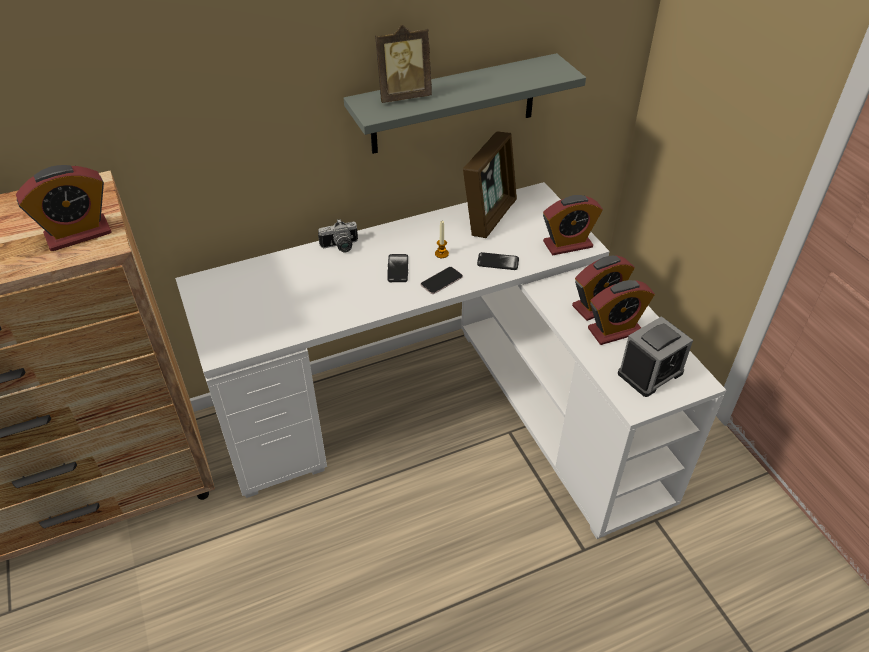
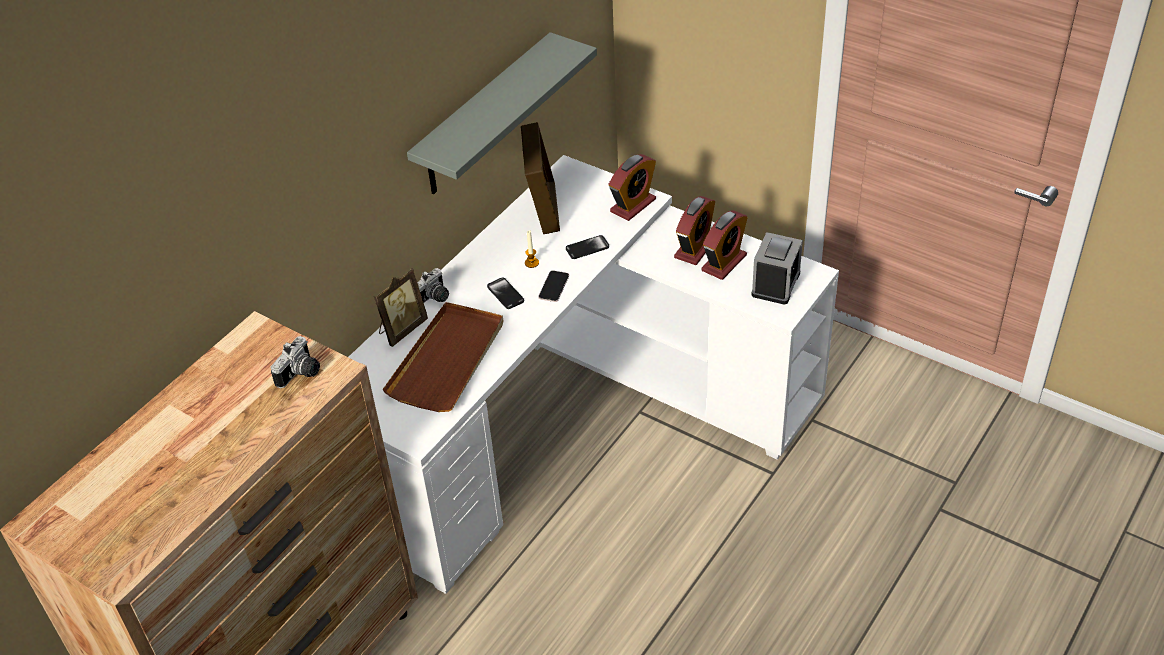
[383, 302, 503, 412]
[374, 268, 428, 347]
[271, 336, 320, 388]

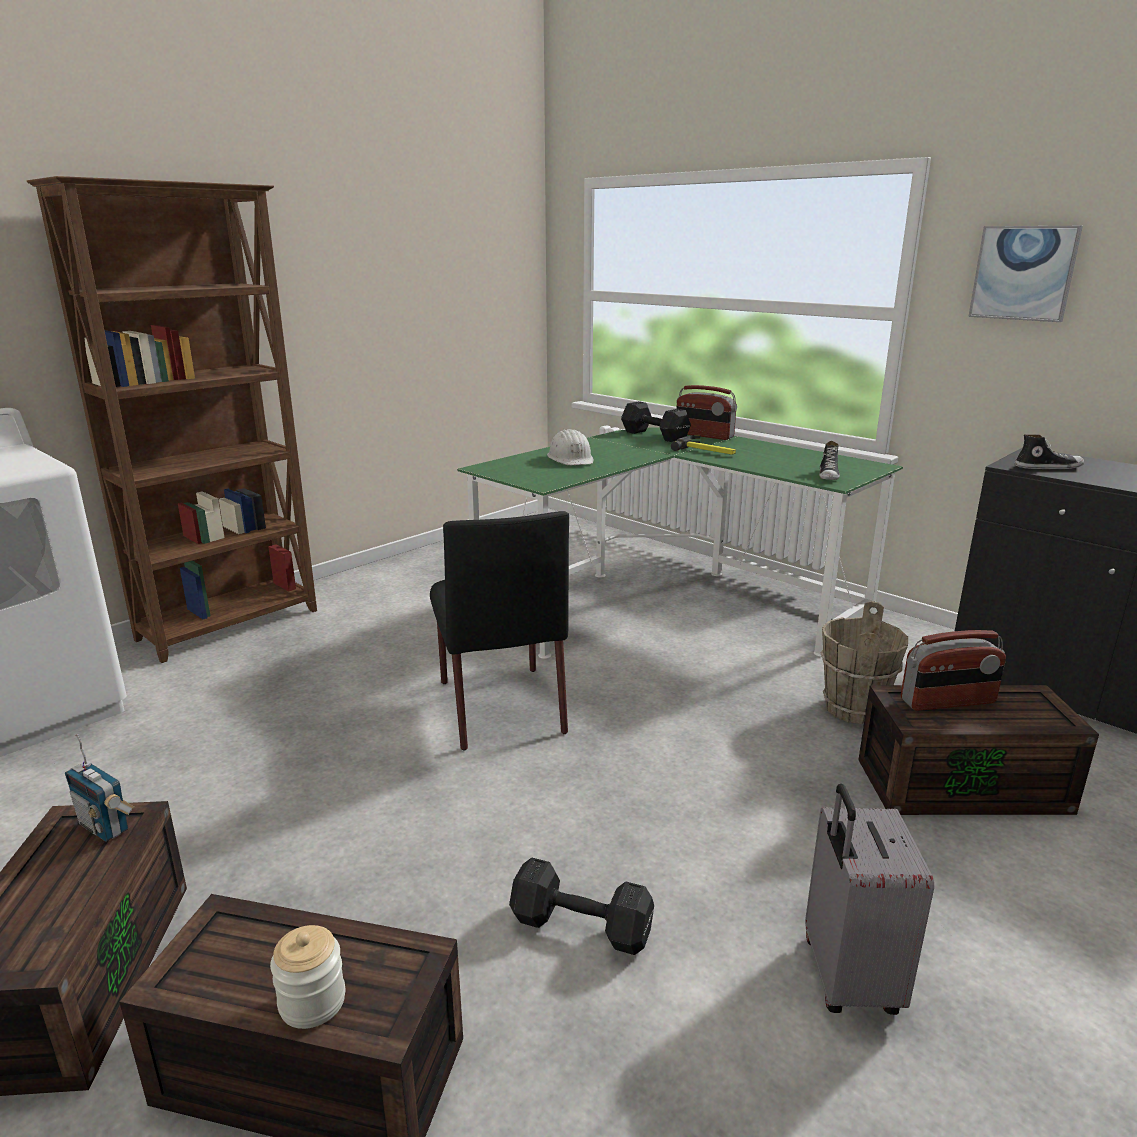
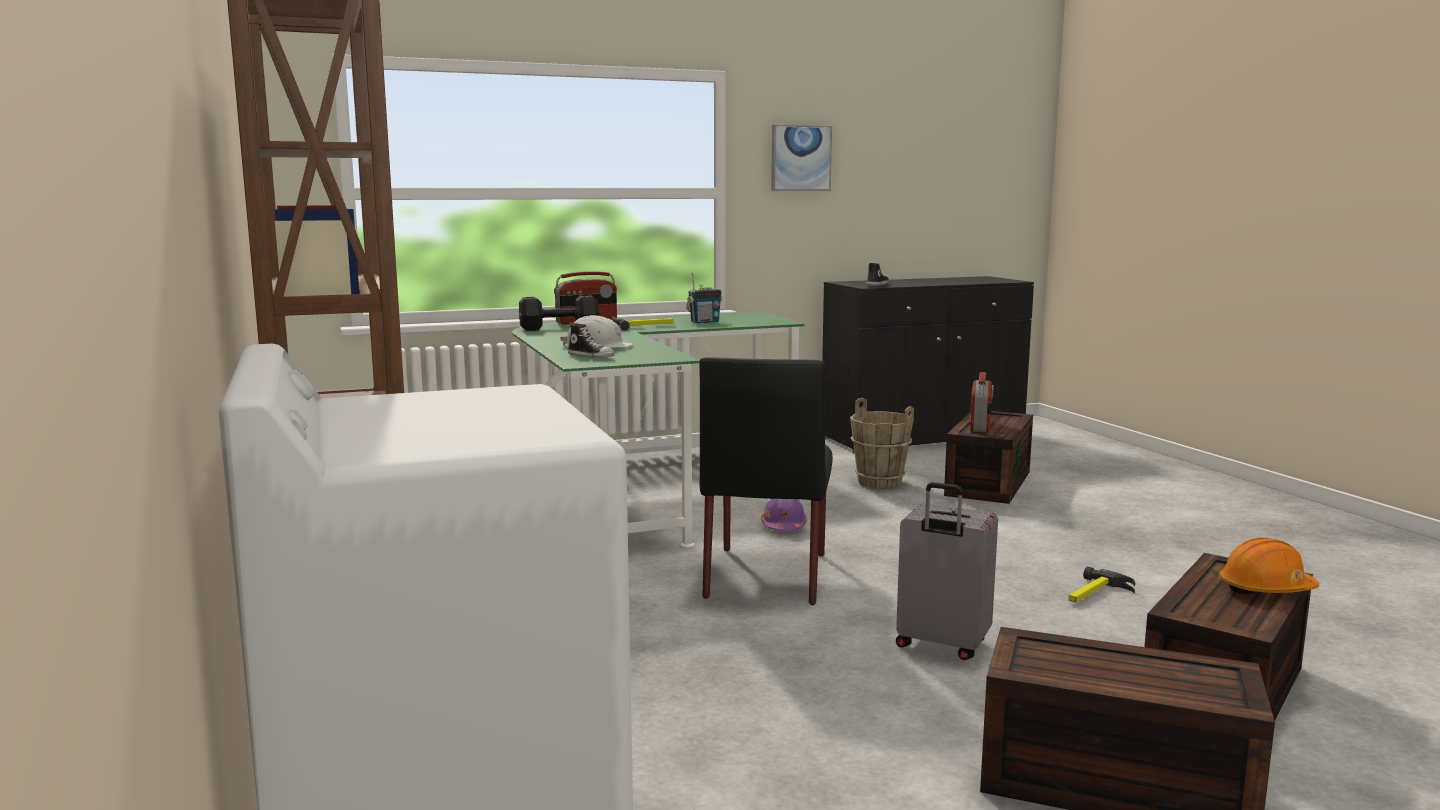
[761, 499, 807, 531]
[686, 272, 722, 323]
[896, 482, 998, 660]
[568, 323, 615, 358]
[1219, 538, 1319, 595]
[1068, 566, 1135, 603]
[699, 357, 833, 605]

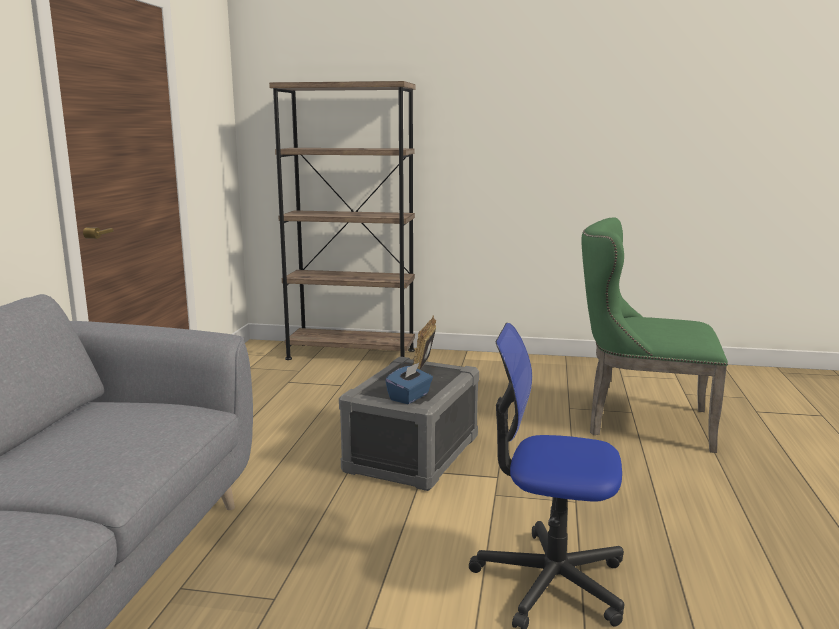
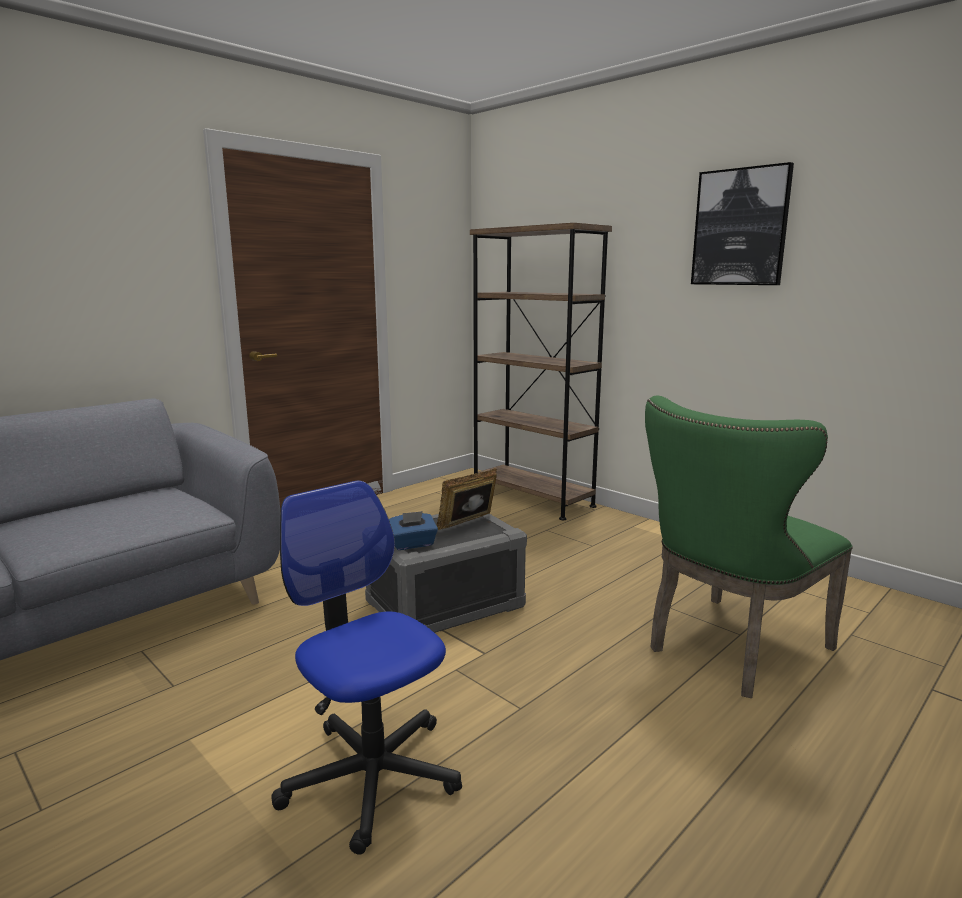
[691, 162, 794, 285]
[645, 396, 853, 698]

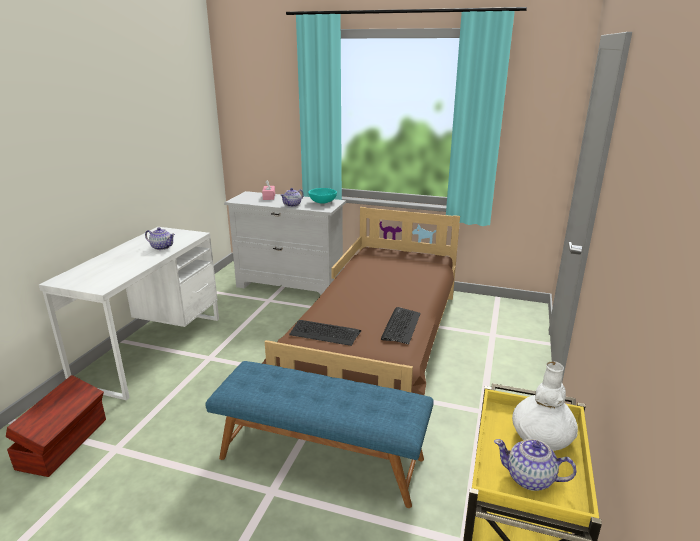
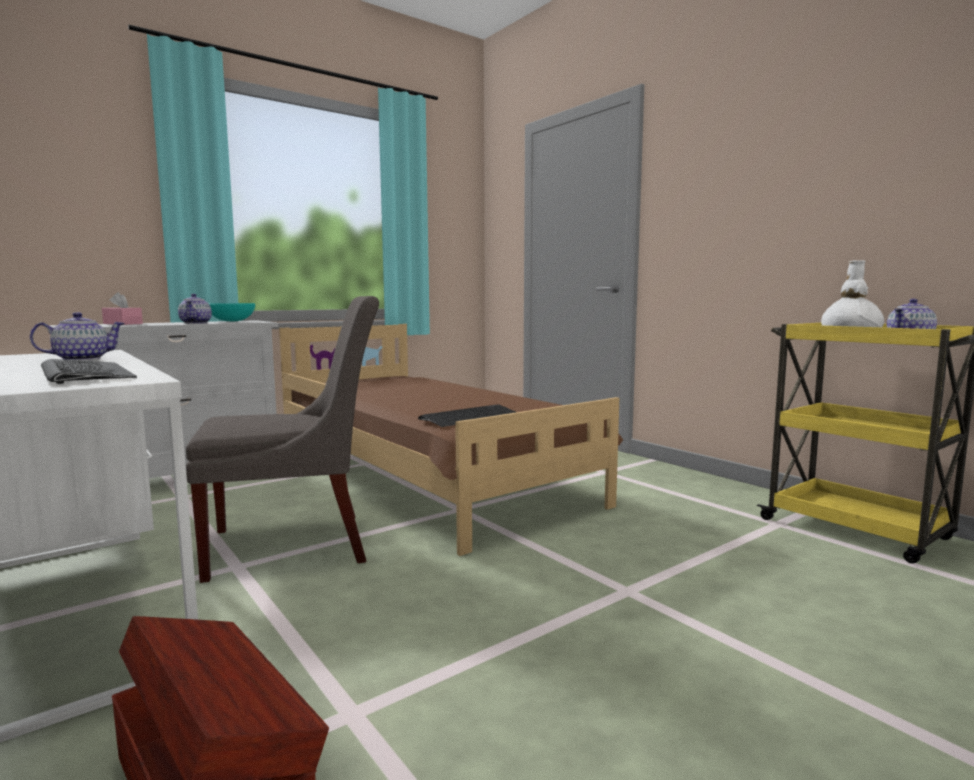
[206, 361, 434, 508] (first image)
[186, 296, 379, 583]
[41, 359, 137, 384]

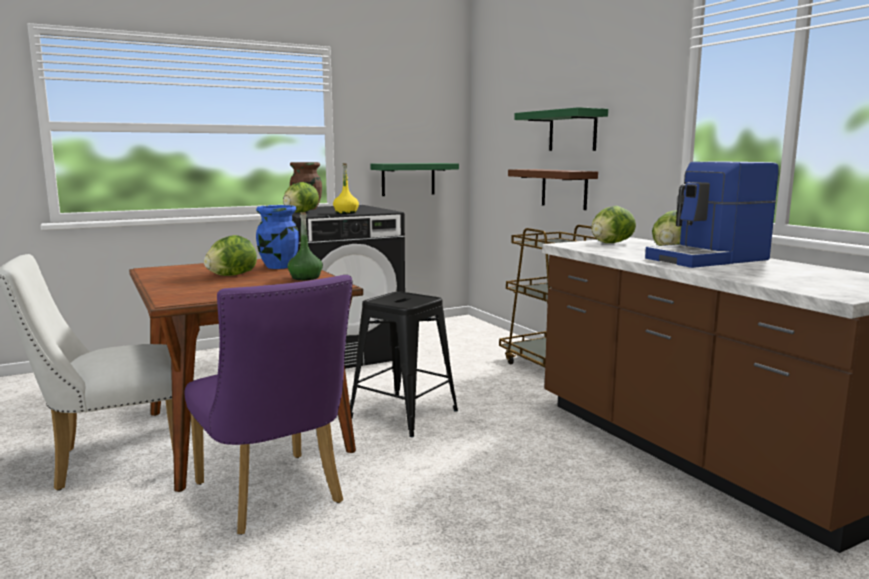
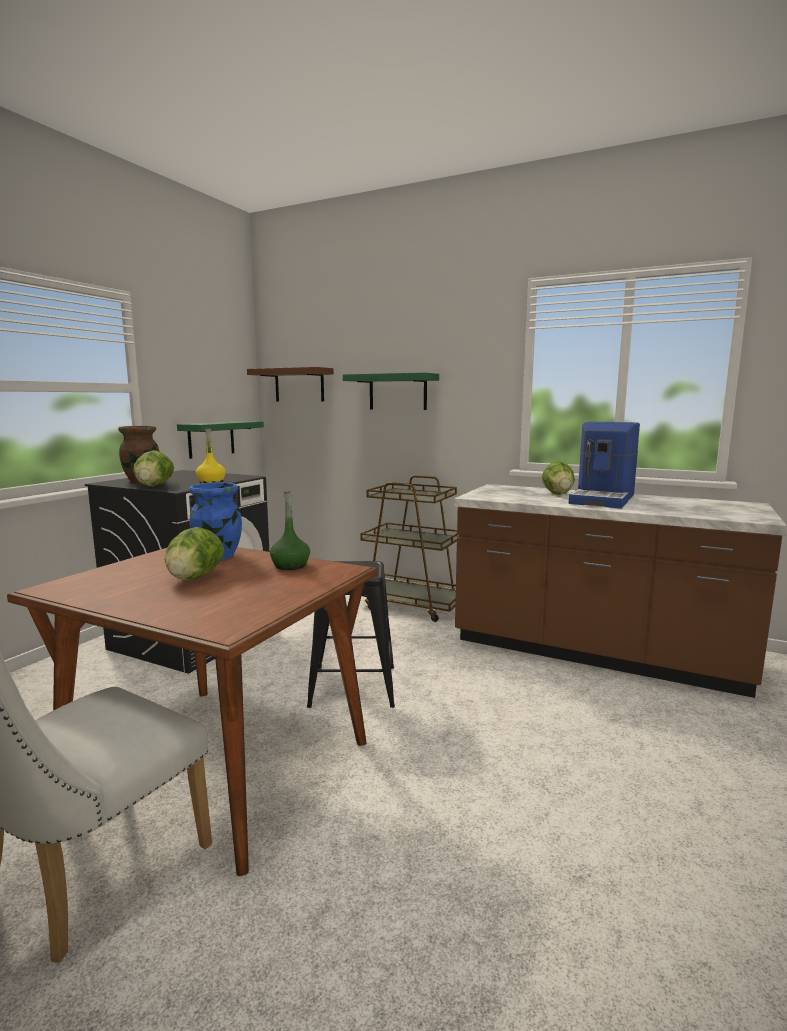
[184, 275, 352, 535] (first image)
[591, 206, 636, 243] (first image)
[247, 367, 334, 402]

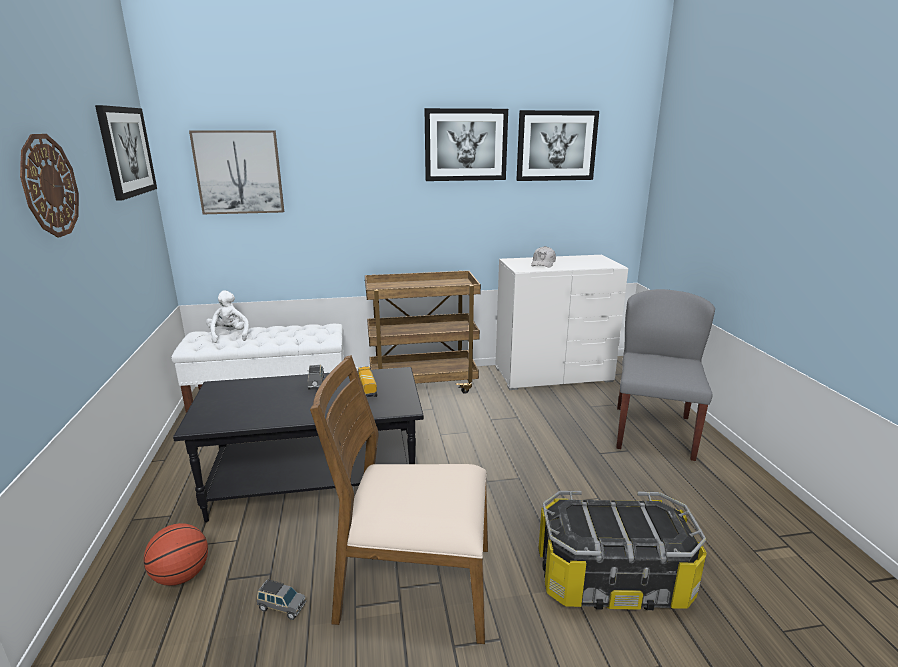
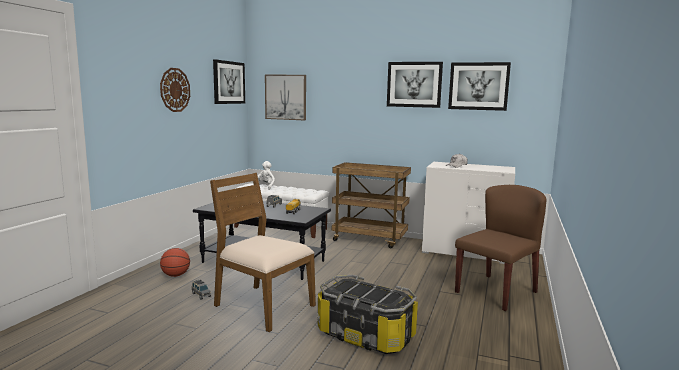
[455, 185, 547, 311]

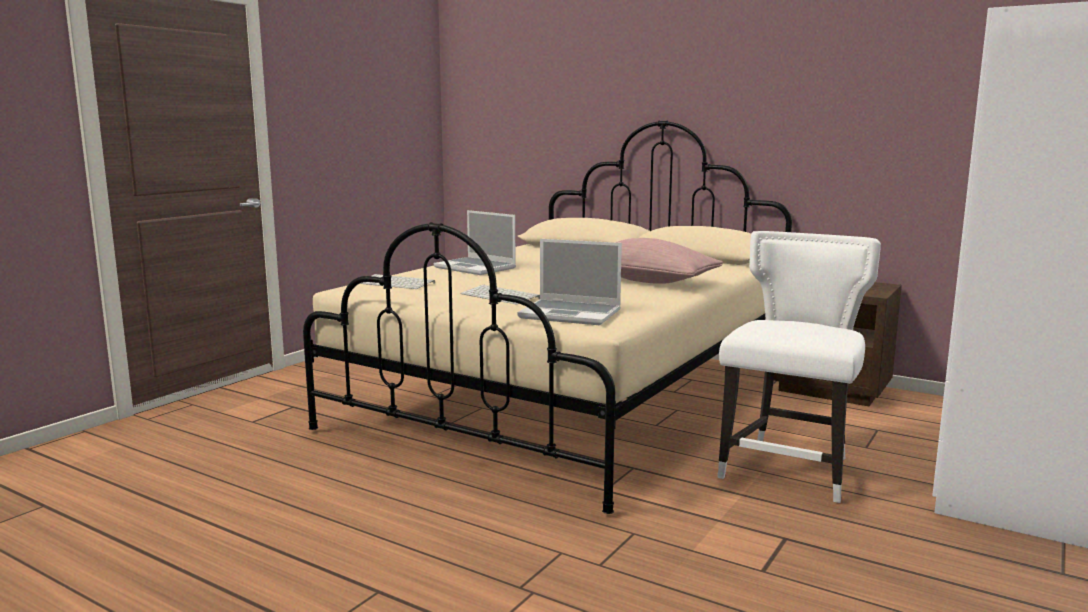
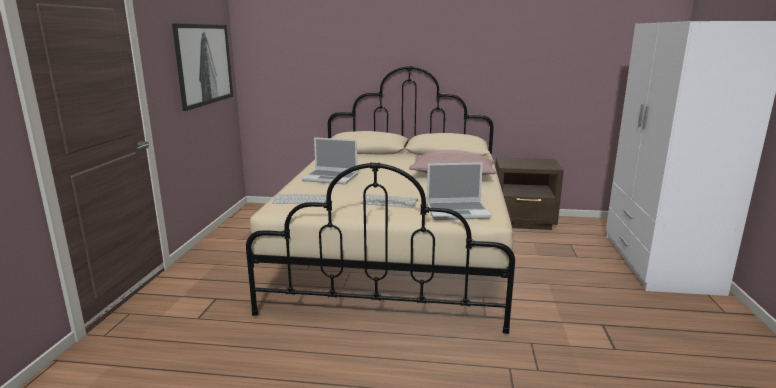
[717, 231, 881, 503] (first image)
[172, 23, 233, 111]

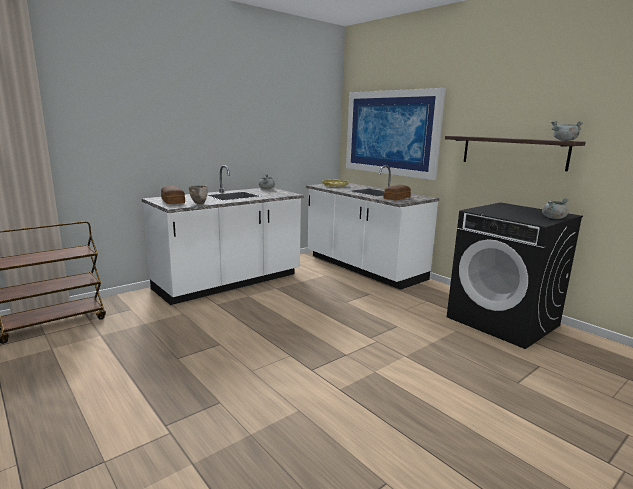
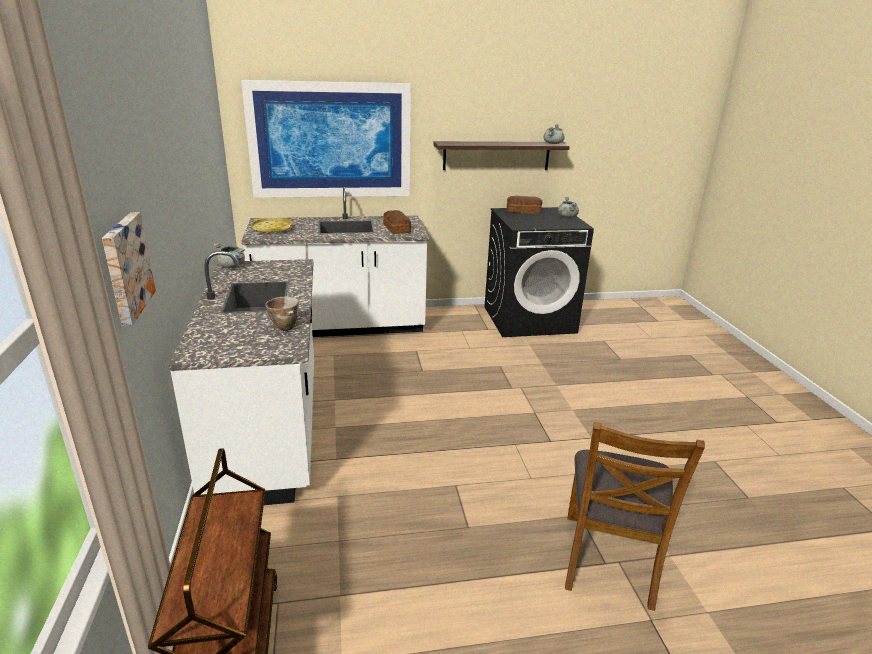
[102, 212, 156, 326]
[565, 422, 705, 611]
[507, 196, 542, 214]

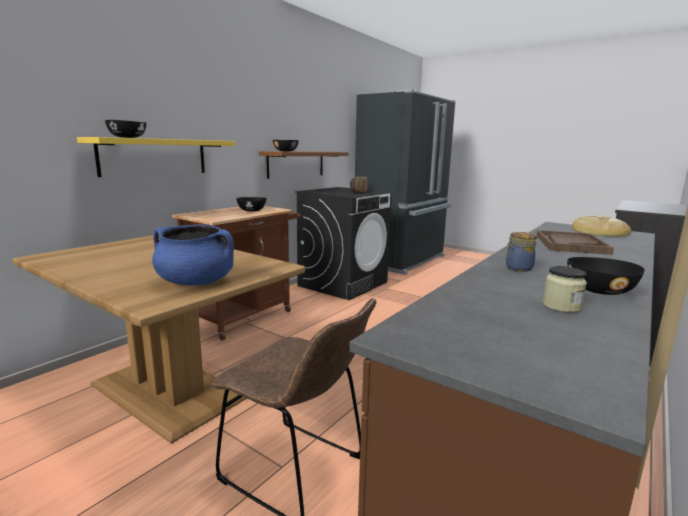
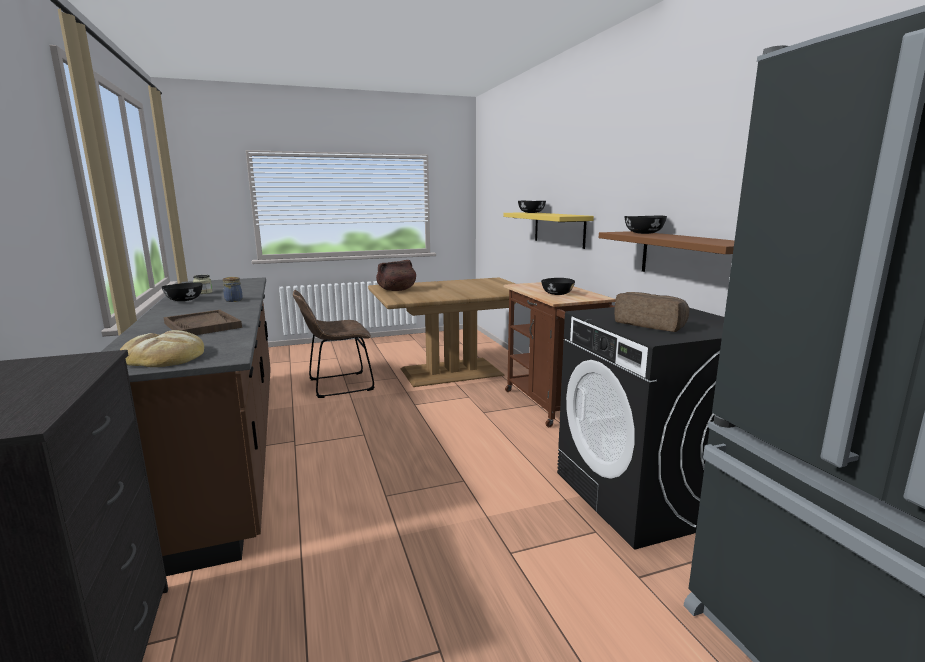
[376, 260, 416, 291]

